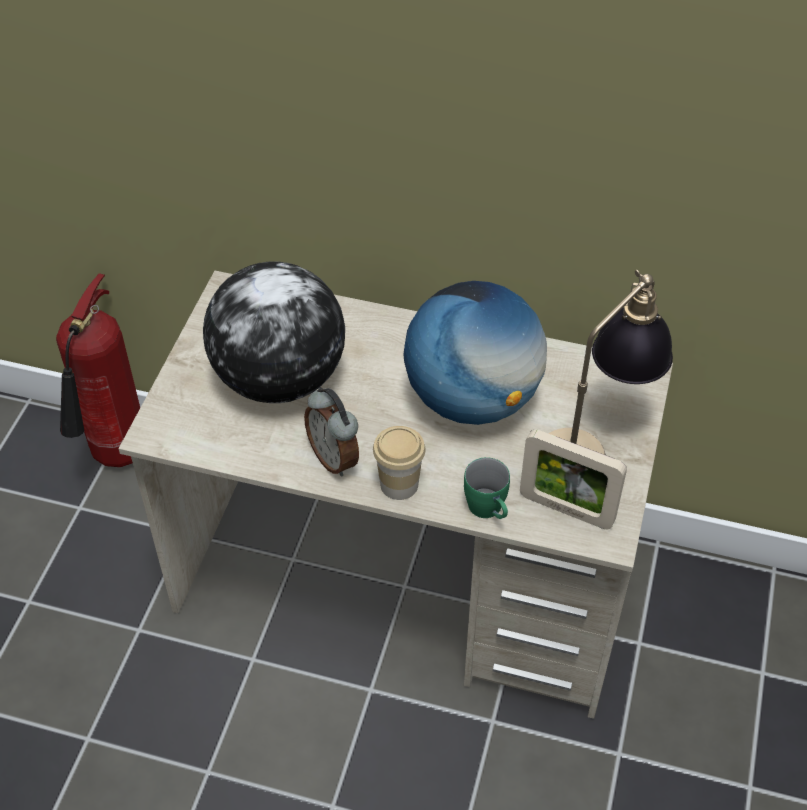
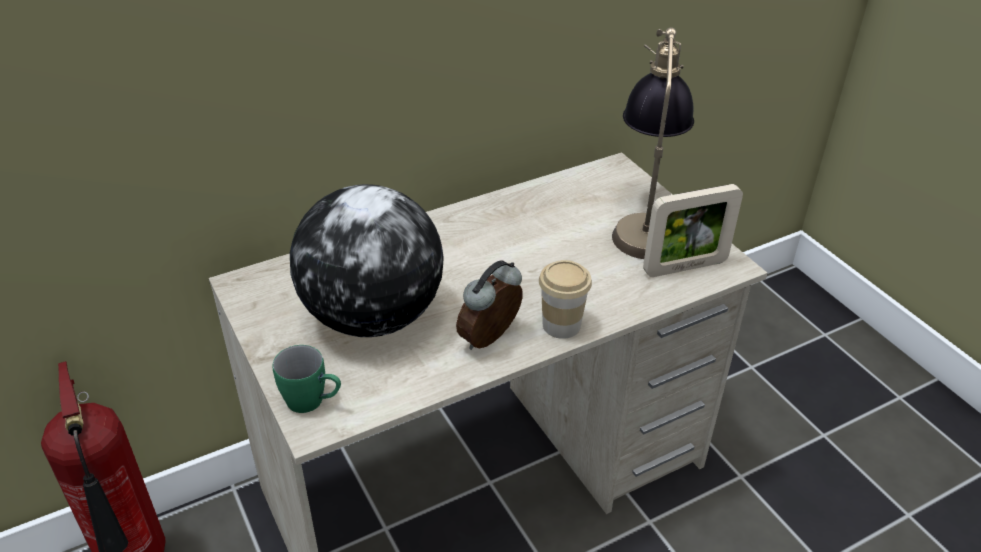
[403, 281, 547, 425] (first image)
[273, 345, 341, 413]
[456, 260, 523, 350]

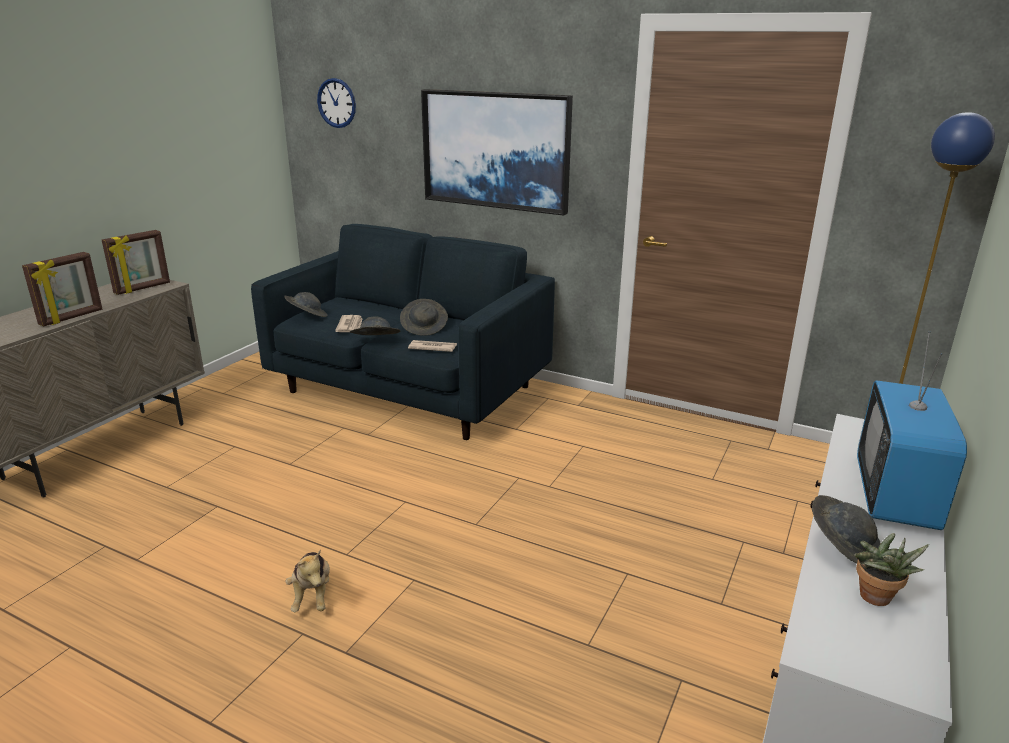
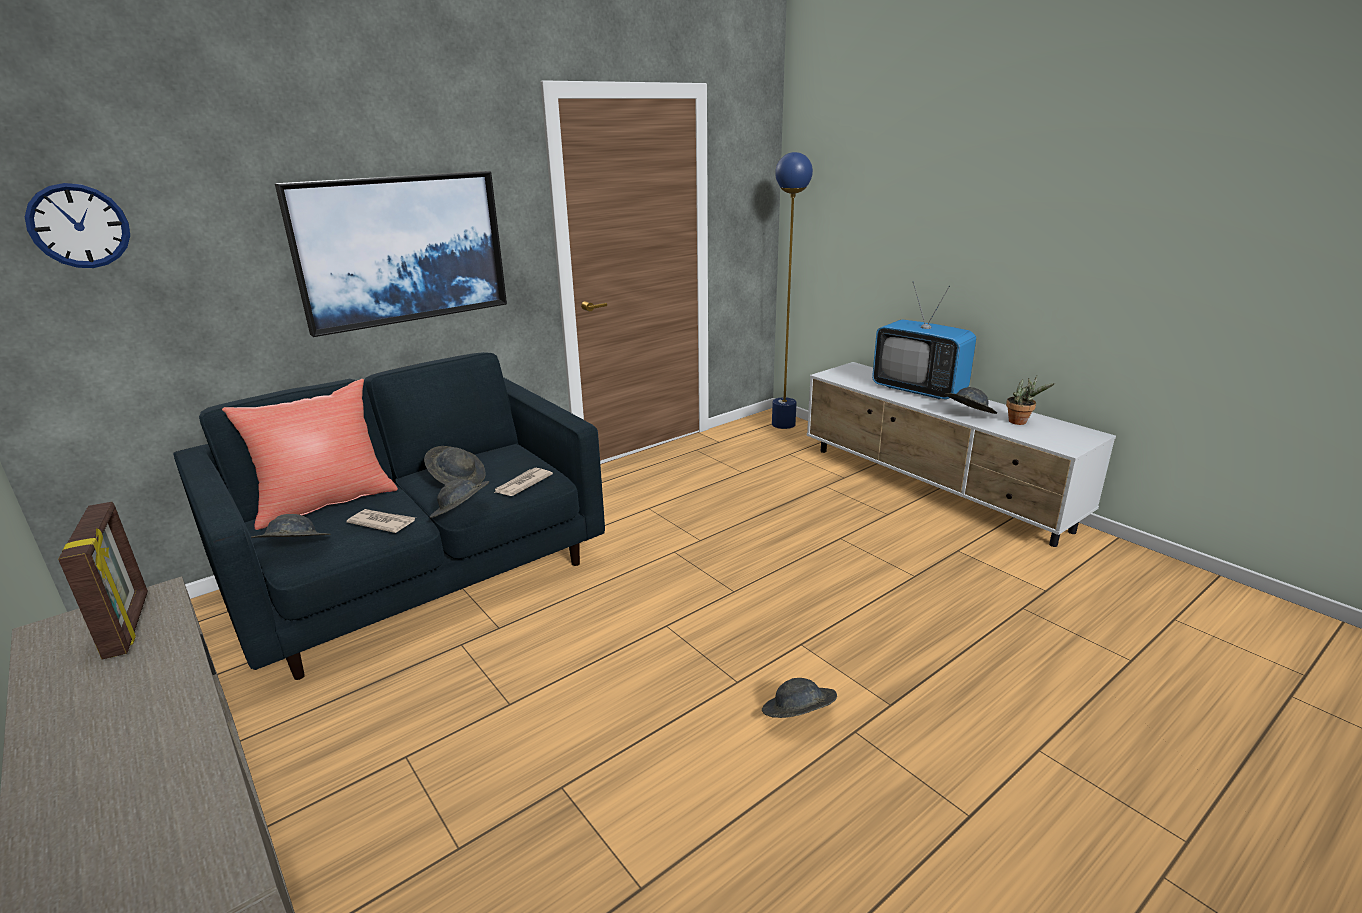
[22, 252, 102, 326] (first image)
[222, 379, 398, 530]
[762, 678, 837, 718]

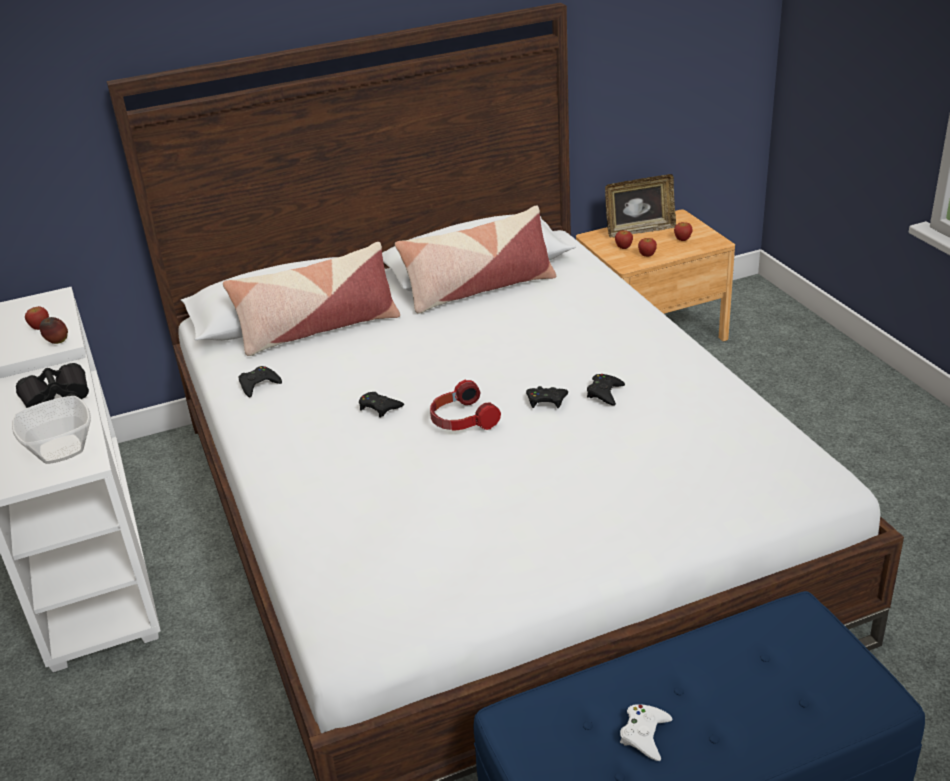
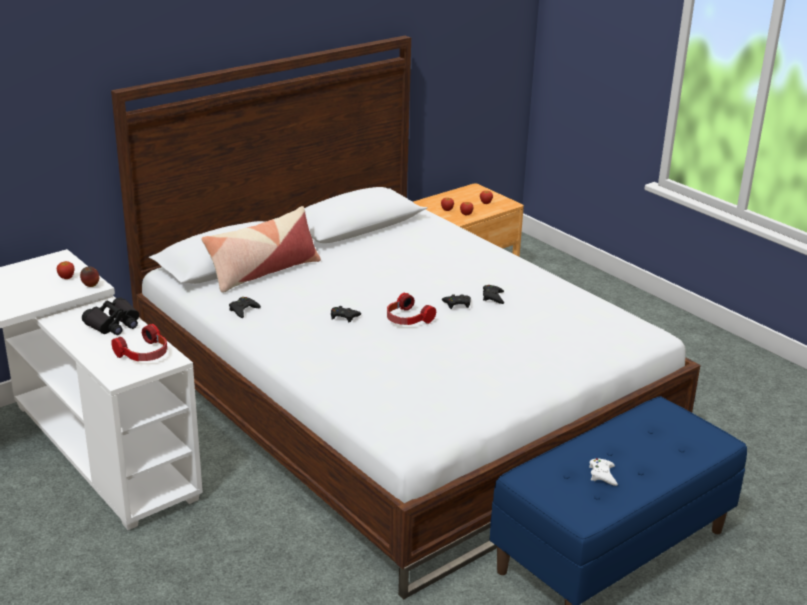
[395, 206, 556, 314] (first image)
[605, 174, 676, 237] (first image)
[111, 324, 167, 361]

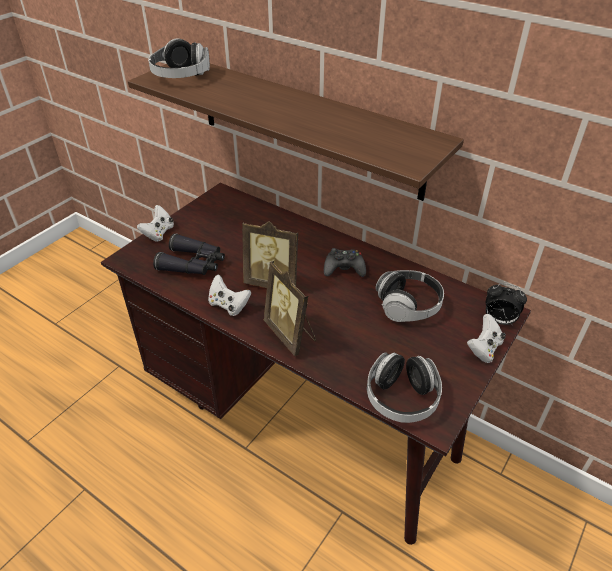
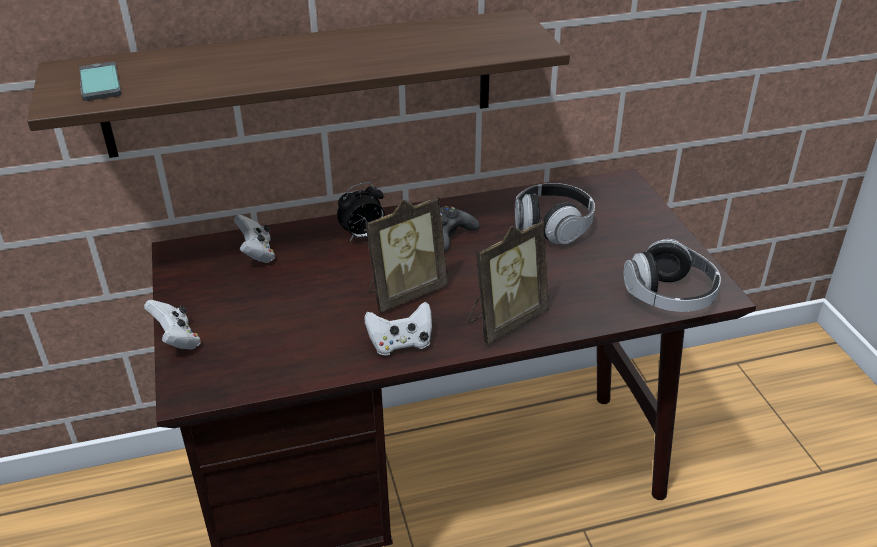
[153, 234, 225, 275] (first image)
[234, 215, 275, 263]
[337, 182, 385, 241]
[79, 62, 122, 101]
[469, 220, 548, 344]

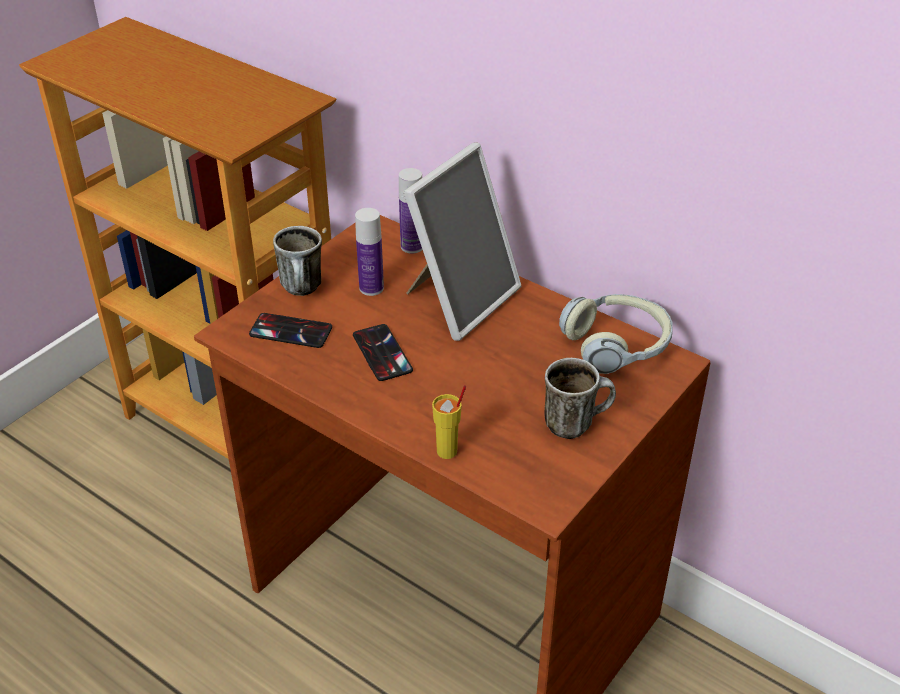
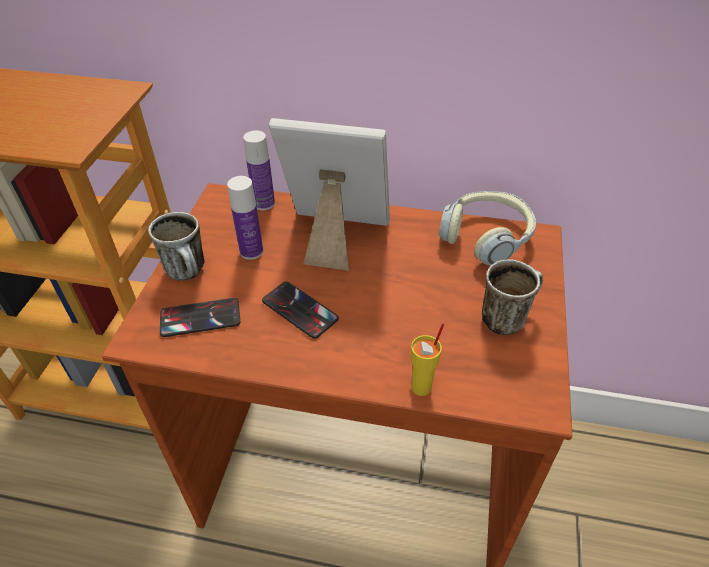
[269, 118, 390, 271]

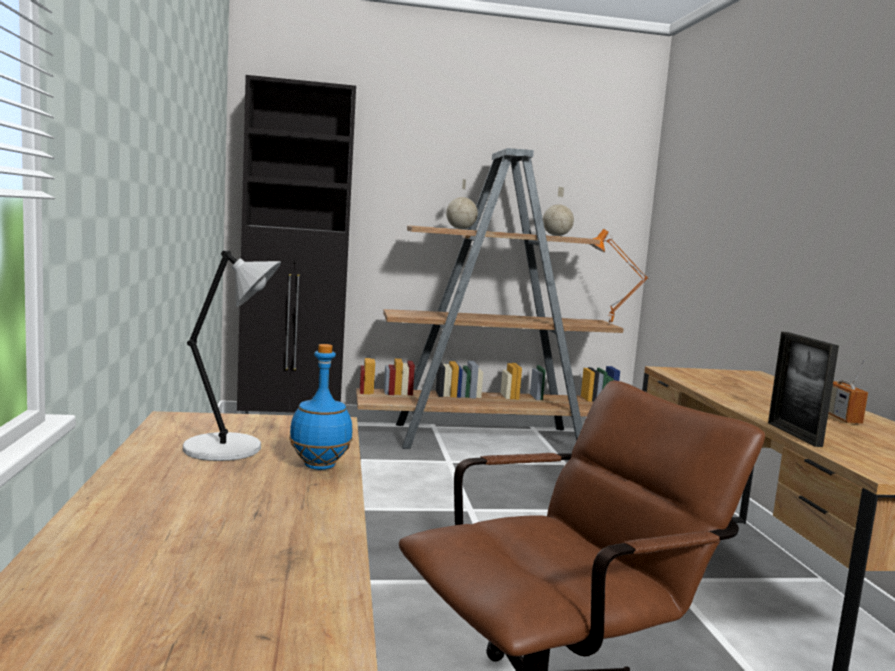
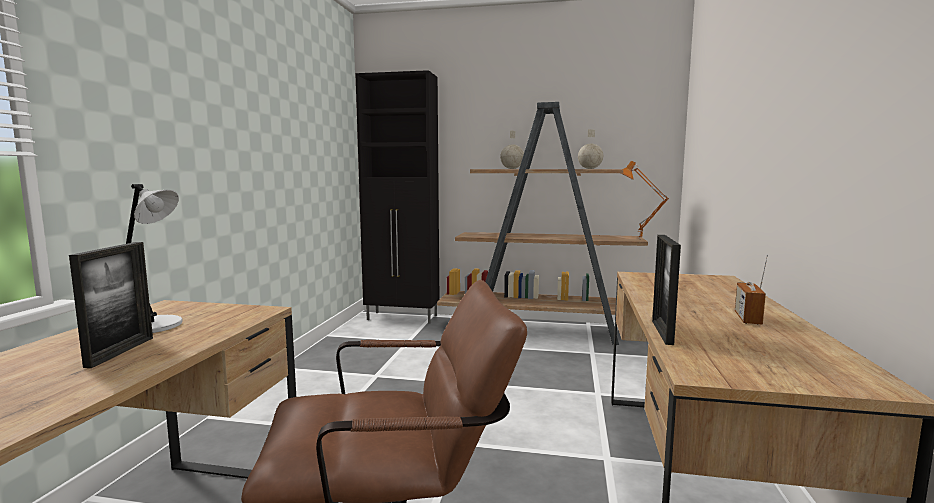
[289, 344, 353, 470] (first image)
[69, 242, 153, 368]

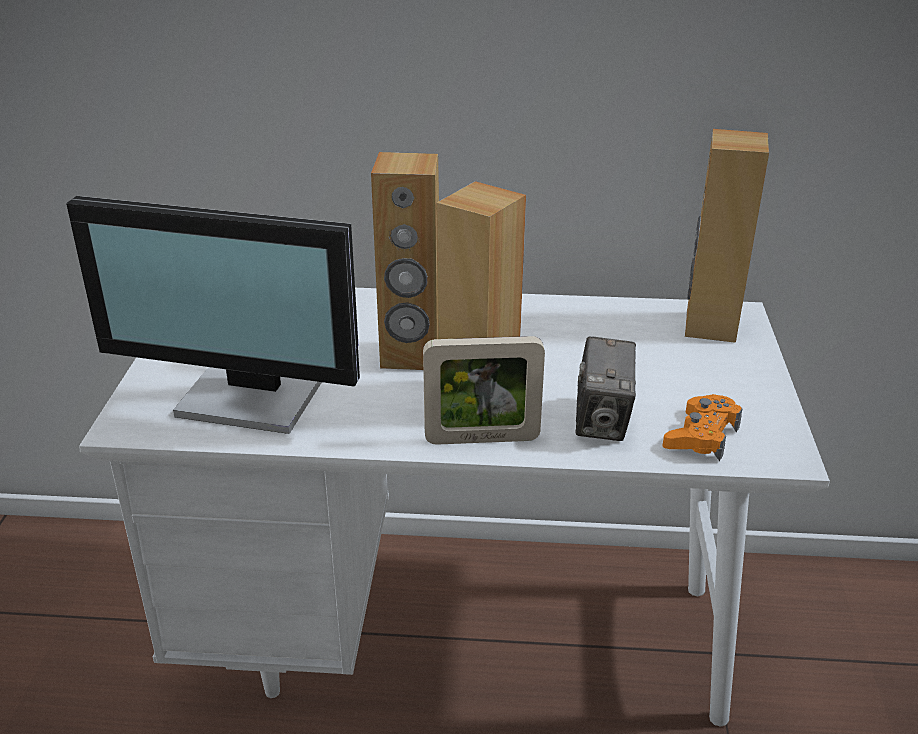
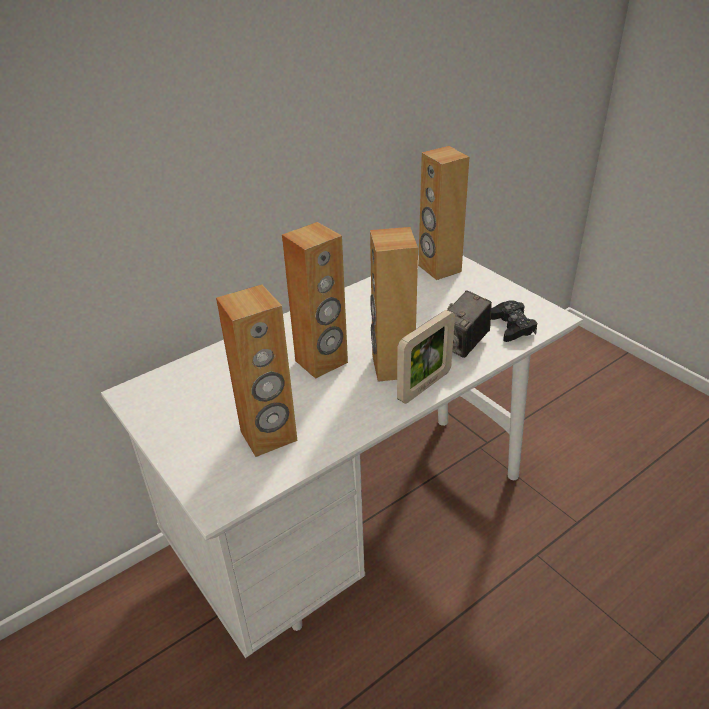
[216, 284, 298, 457]
[491, 300, 537, 342]
[447, 291, 492, 358]

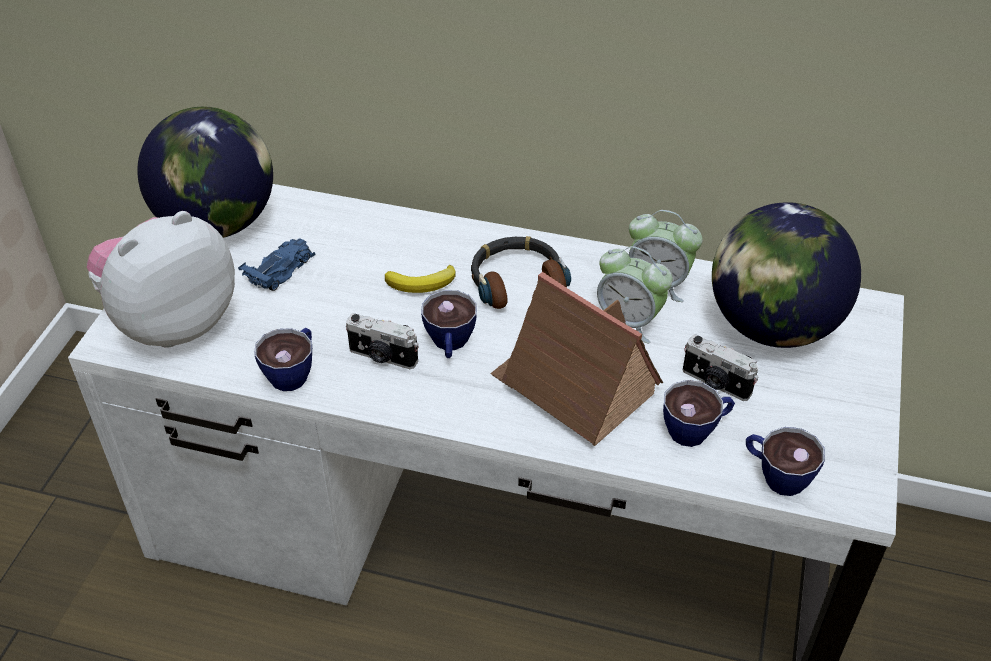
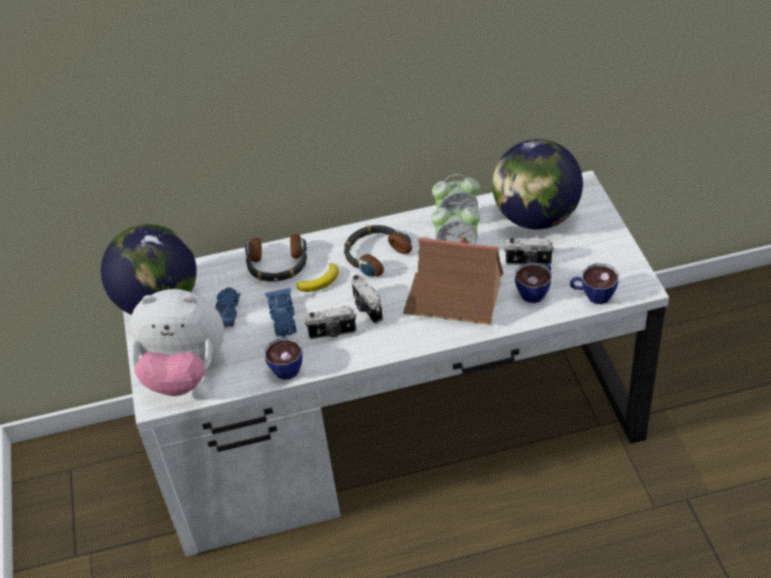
[245, 234, 307, 282]
[265, 288, 297, 337]
[351, 274, 383, 324]
[130, 289, 224, 396]

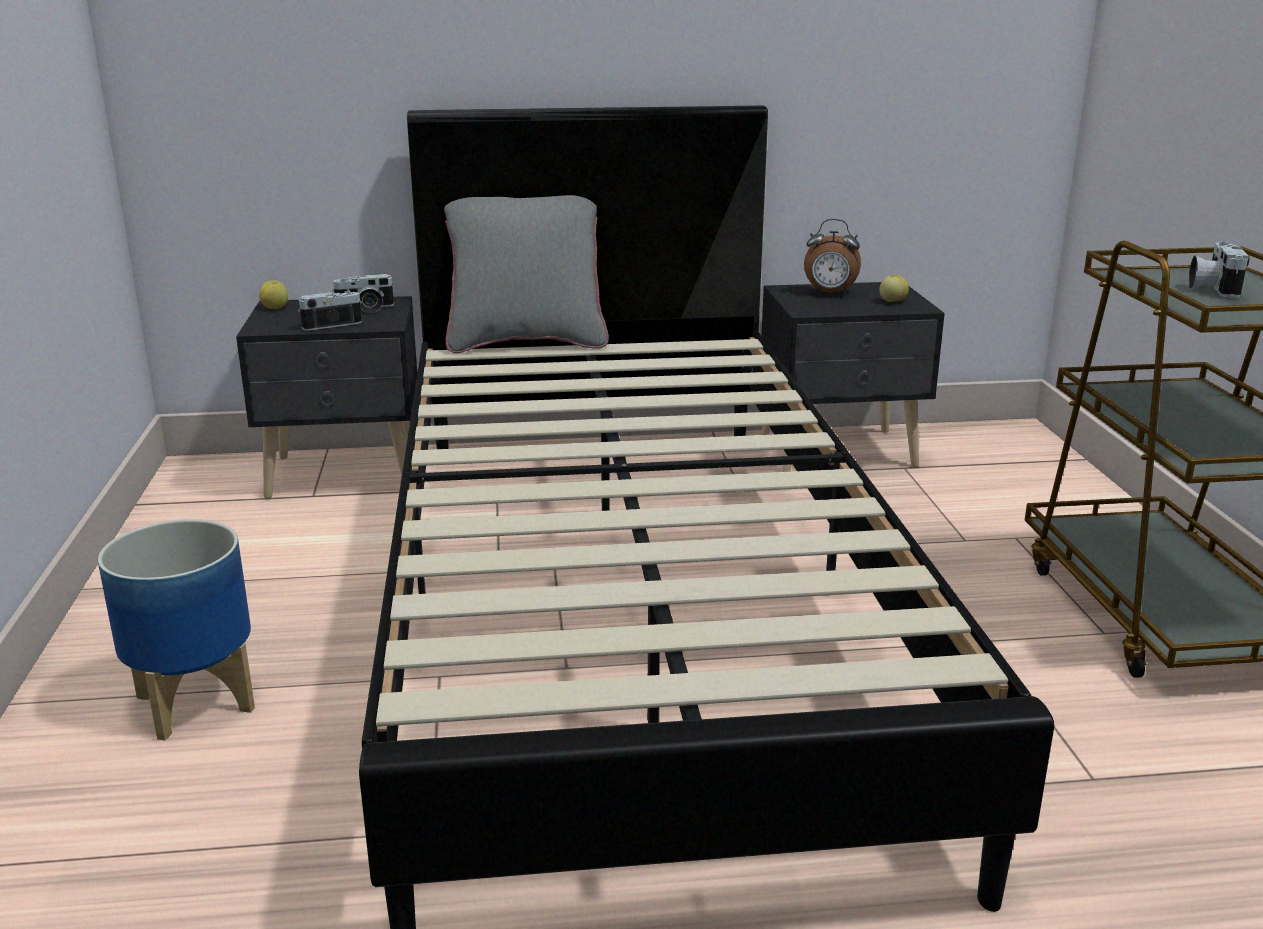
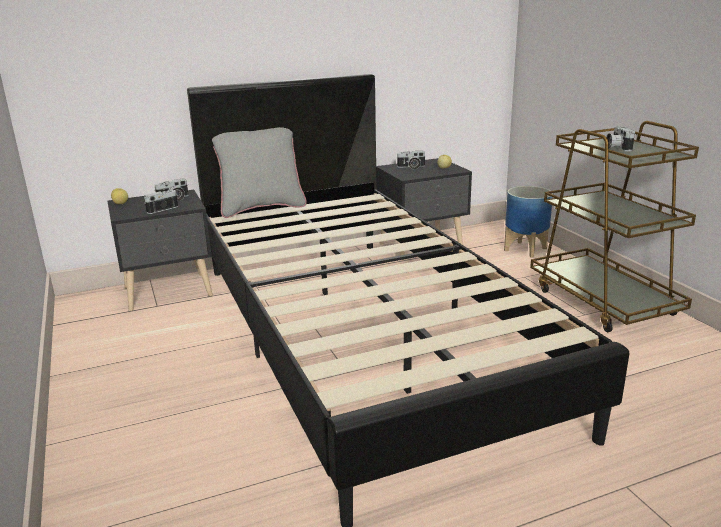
[504, 186, 553, 258]
[396, 151, 425, 170]

